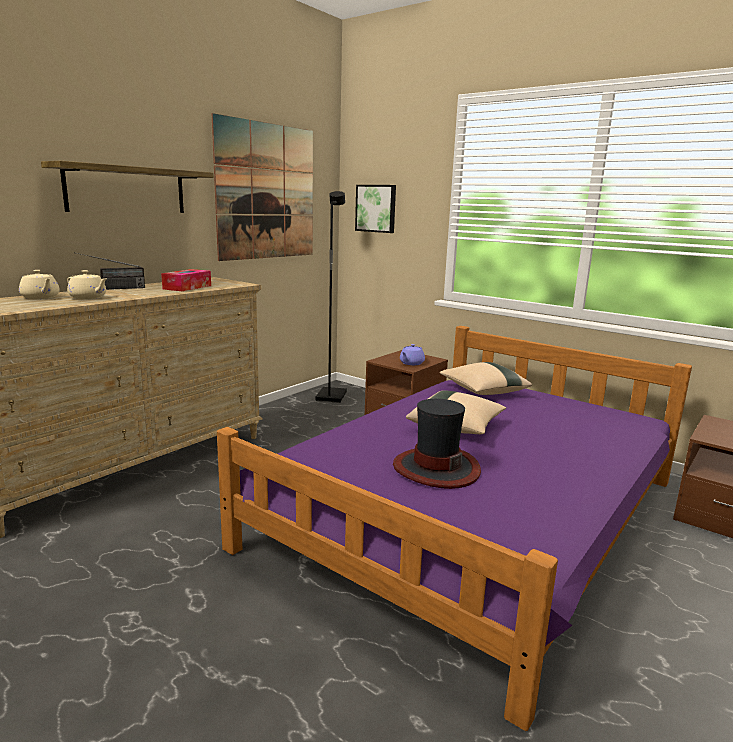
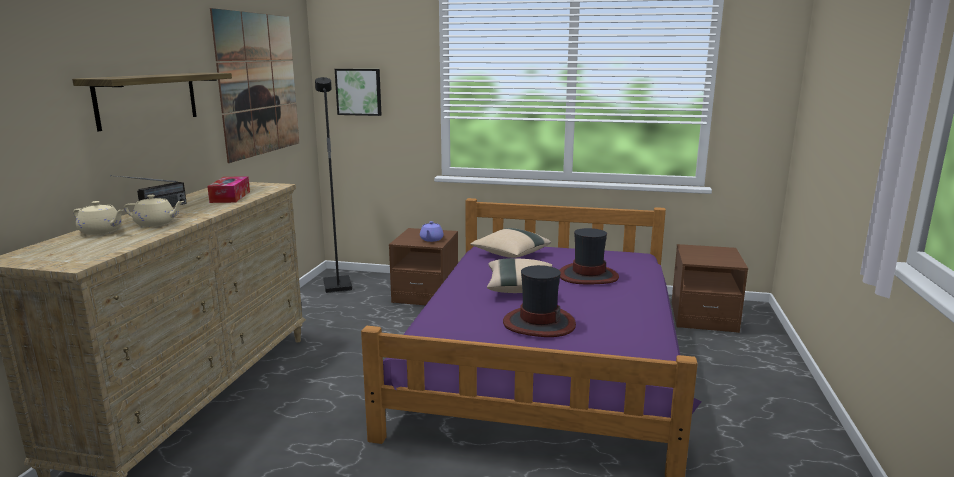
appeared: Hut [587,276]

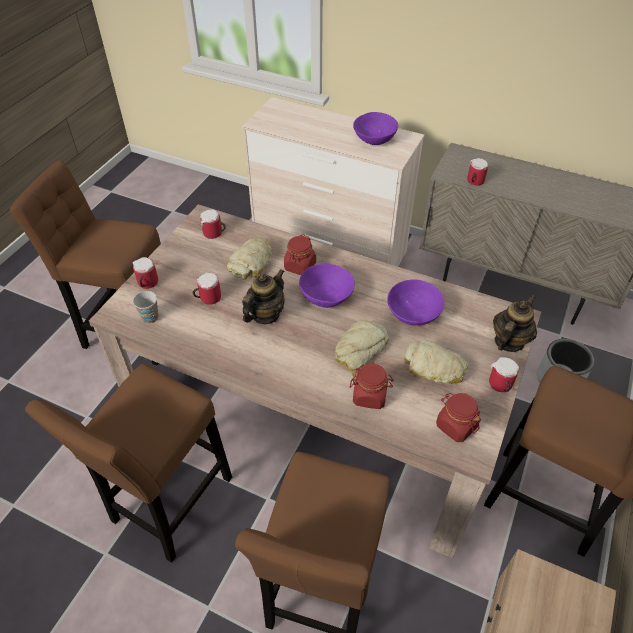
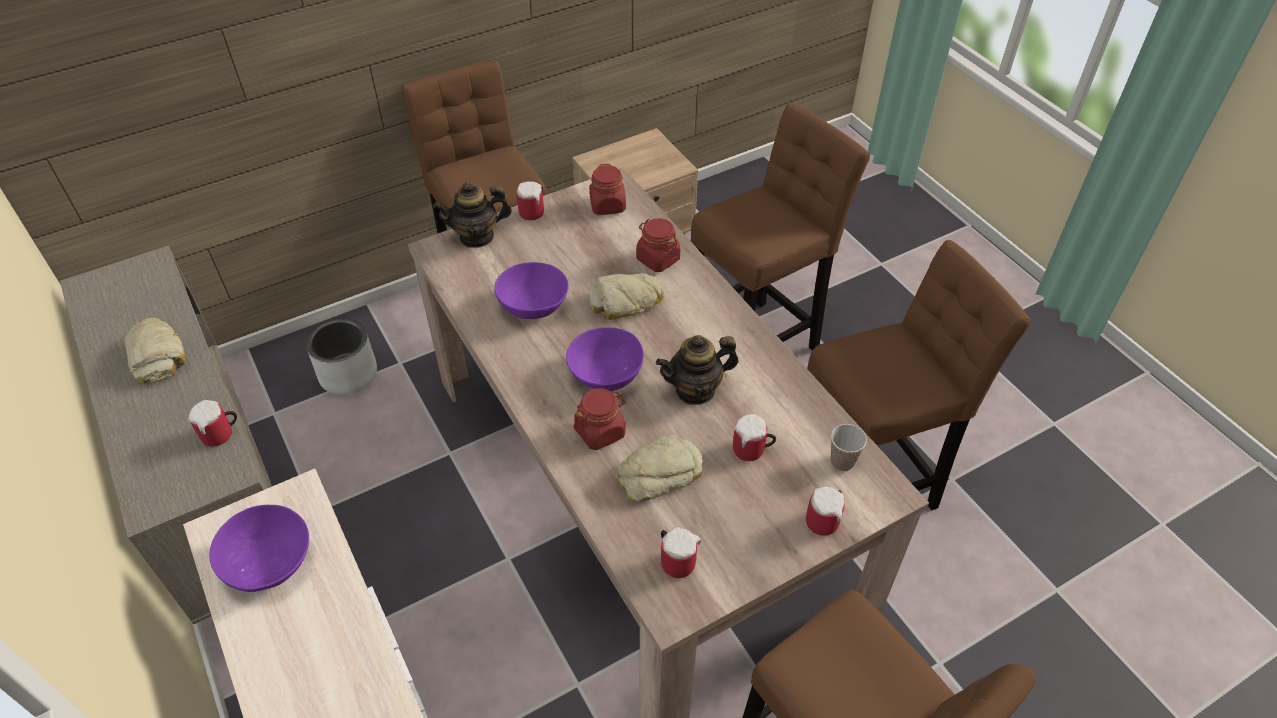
relocated: Brot [434,367] to [157,356]

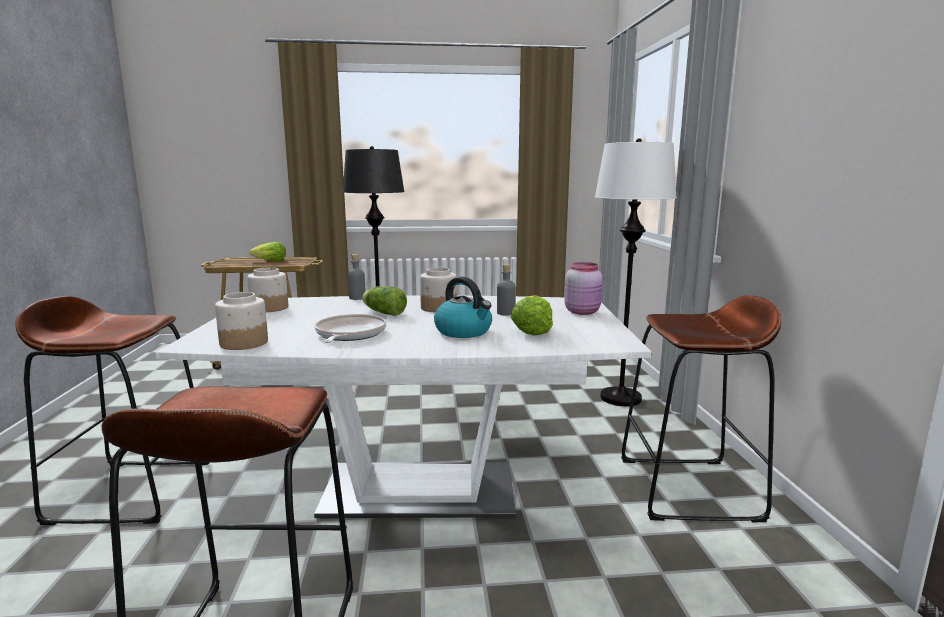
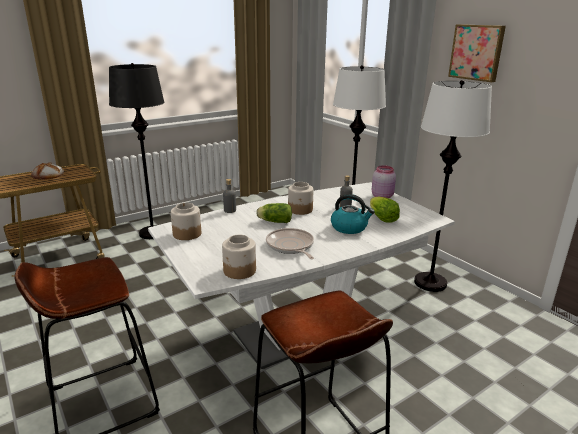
appeared: Bild [477,52]
exchanged: Salatkopf [270,261] to Brot [48,175]; Hocker/braun [688,489] to Stehlampe/weiß [430,283]

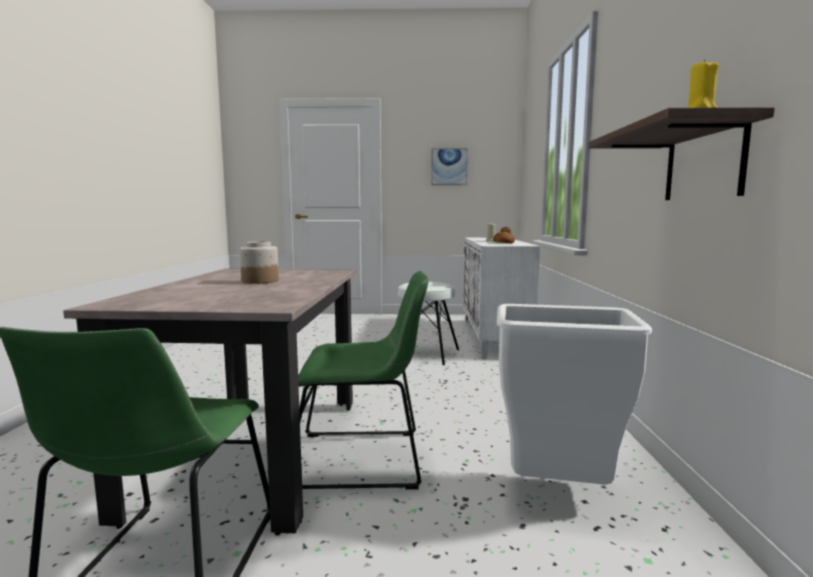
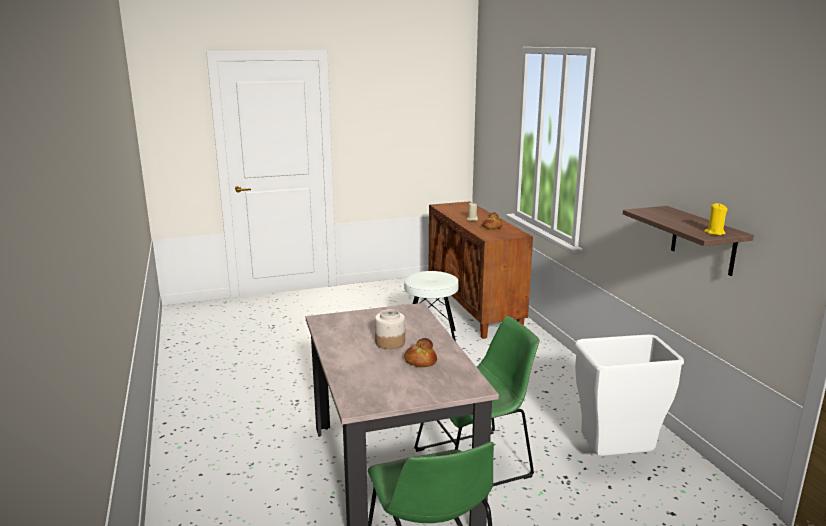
missing: Bild [449,167]
appeared: Brot [420,361]
colour: Schrank/weiß [494,338] to Schrank/braun [474,309]

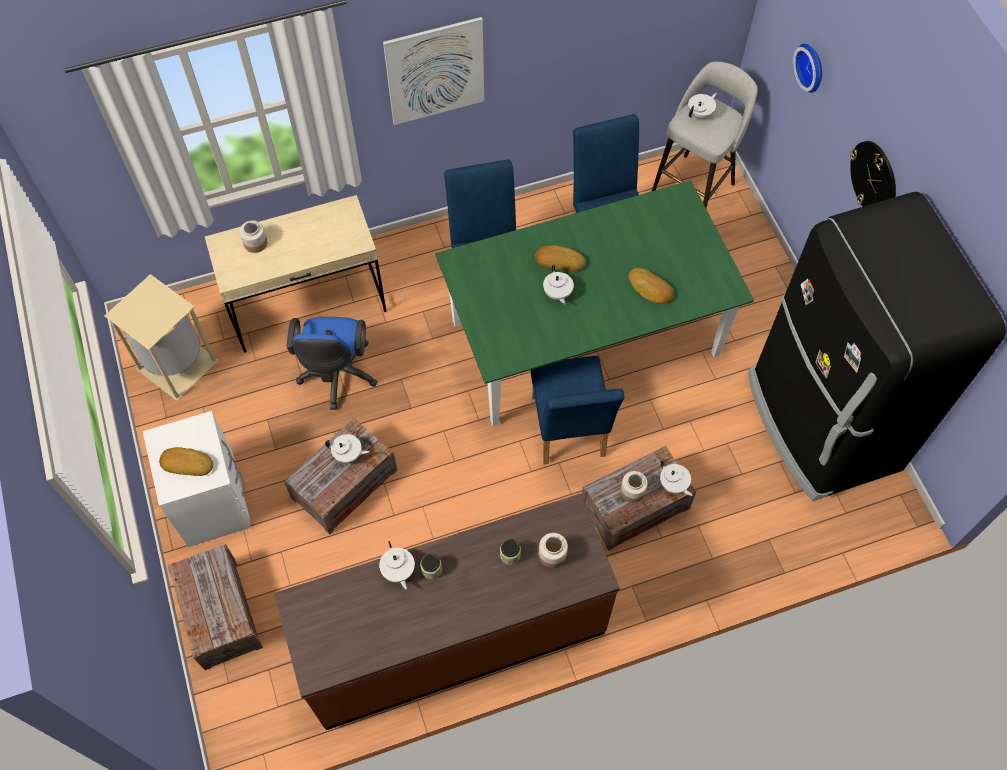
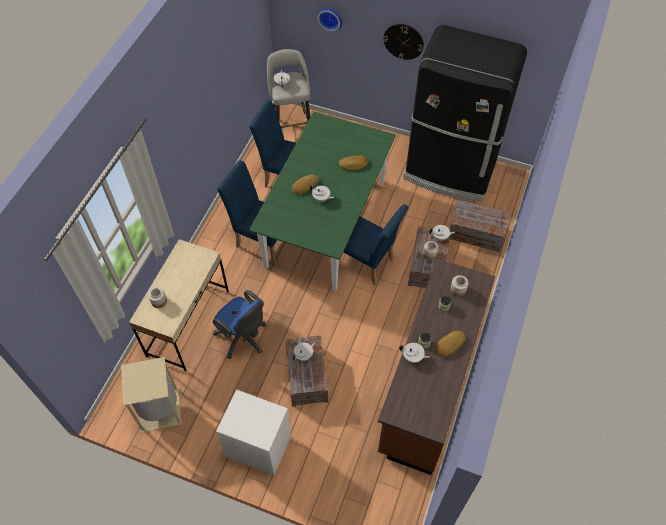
missing: Bild [435,71]
relocated: Brot [187,462] to [449,344]; Kiste [220,613] to [476,233]

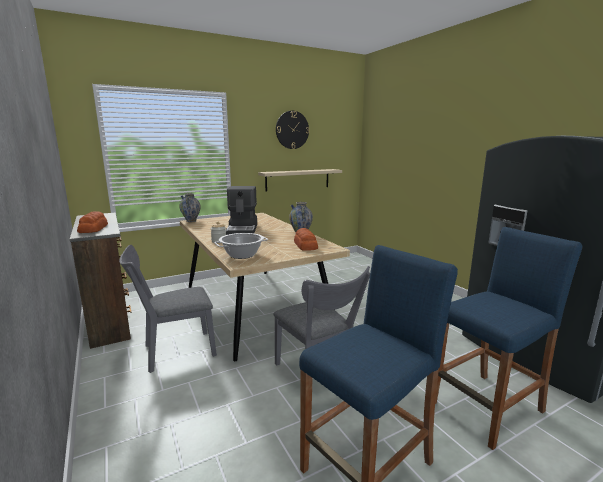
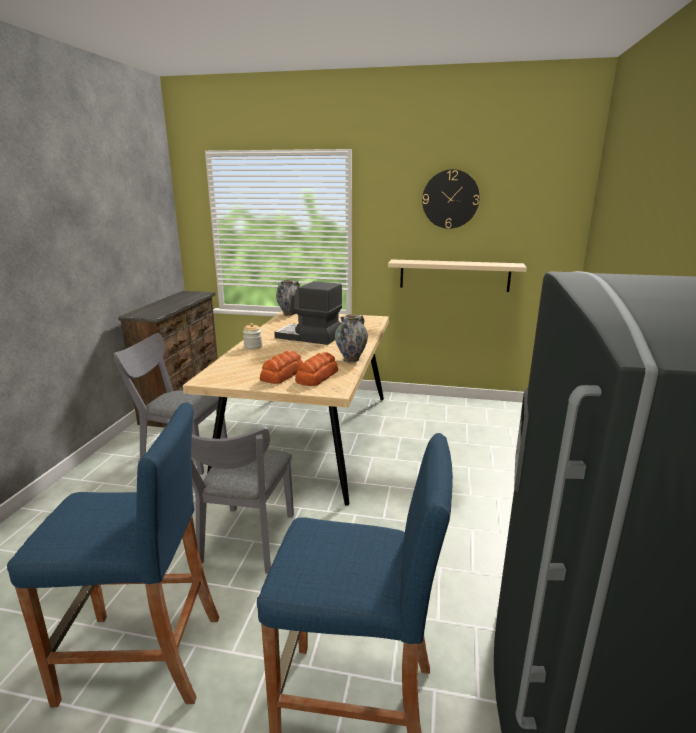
missing: Kochtopf [242,255]
relocated: Brot [94,228] to [283,374]
spun: Kaffeemaschine [243,229] = [309,337] 75 degrees clockwise

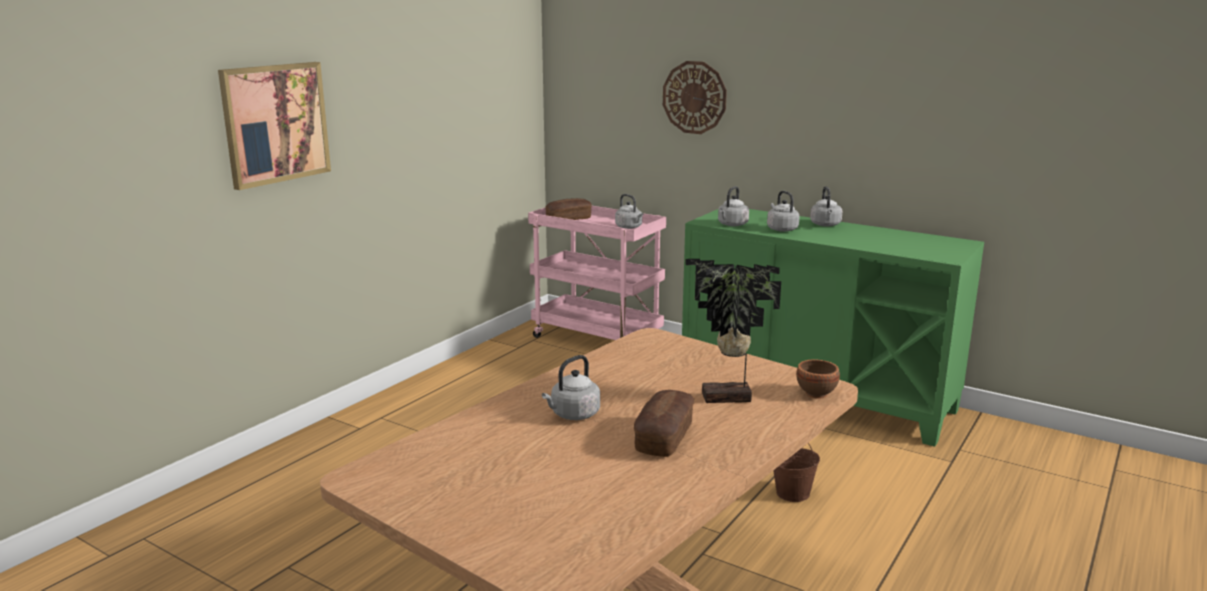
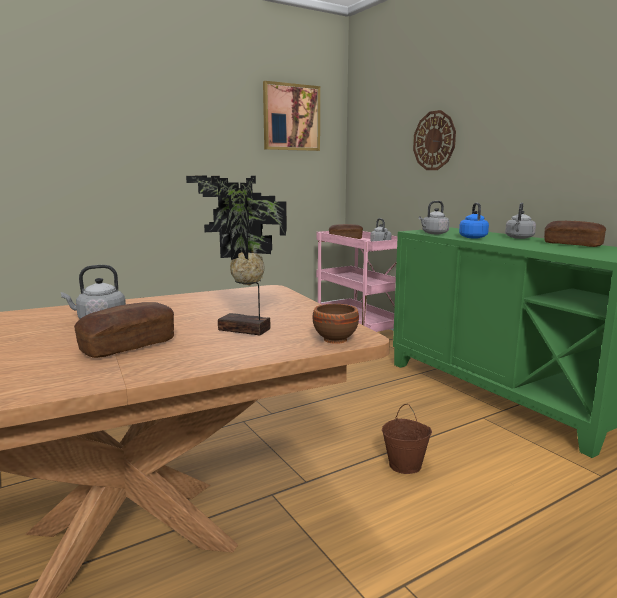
appeared: Brot [572,244]
relocated: Bild [275,123] to [291,117]
colour: Wasserkessel/grau [781,229] to Wasserkessel/blau [472,237]

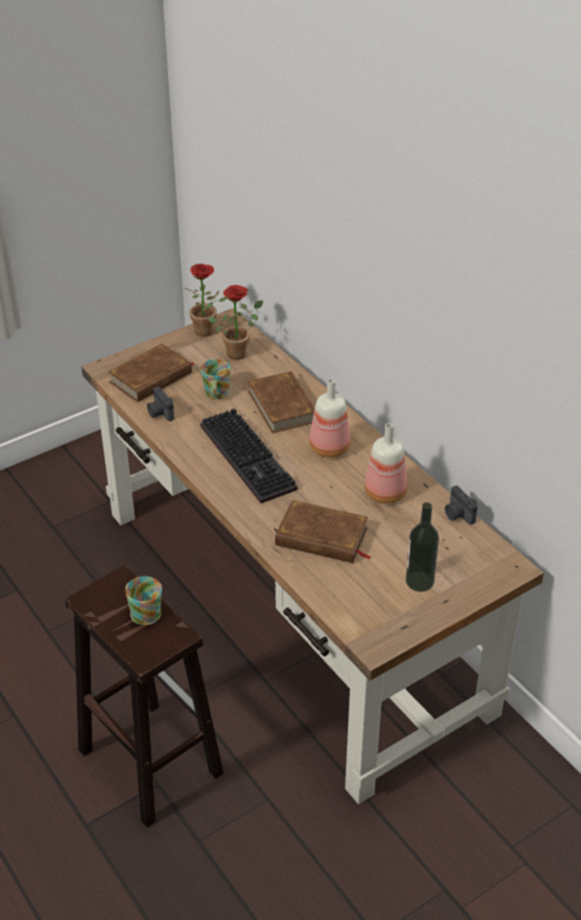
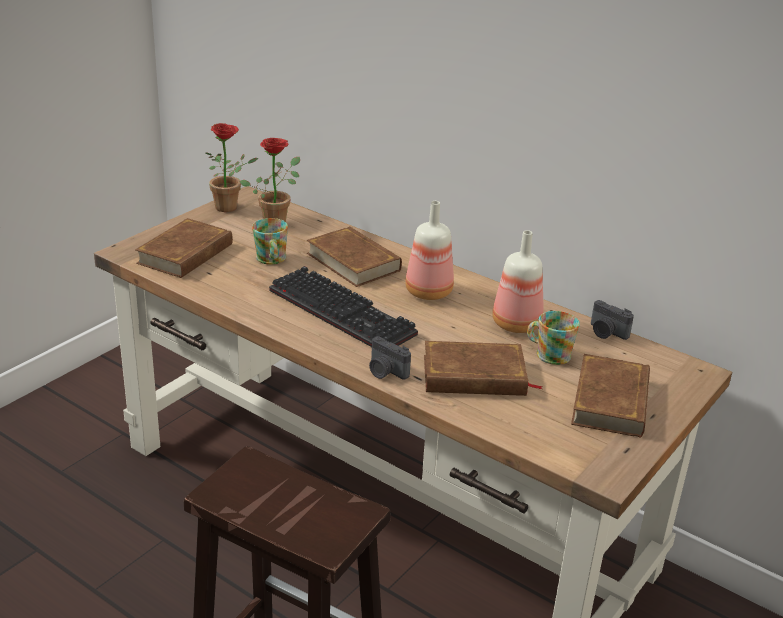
relocated: Kamera [159,413] to [385,372]; Henkelbecher [143,611] to [548,354]
exchanged: Flasche [419,581] to Buch/braun [611,401]

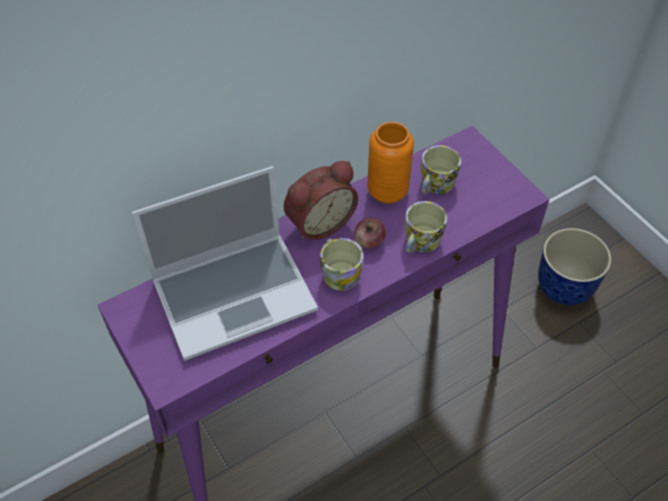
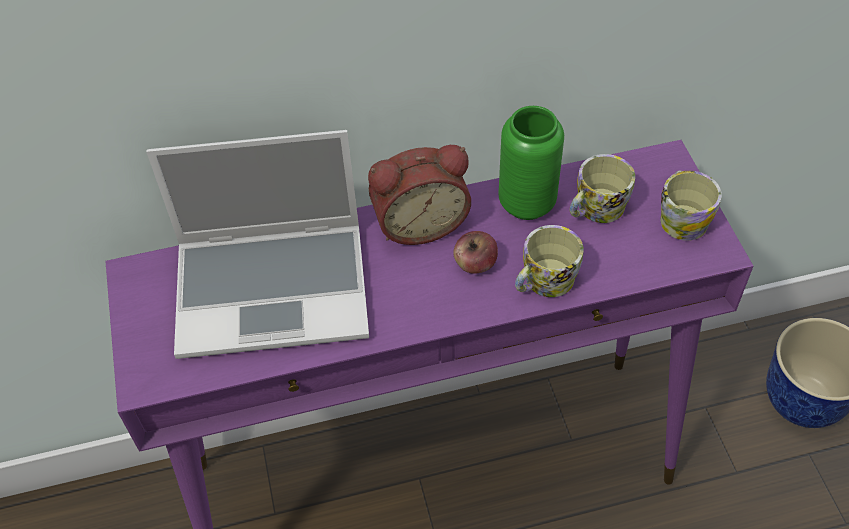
relocated: Henkelbecher [339,272] to [681,217]
colour: Vase/orange [387,192] to Vase/grün [527,203]

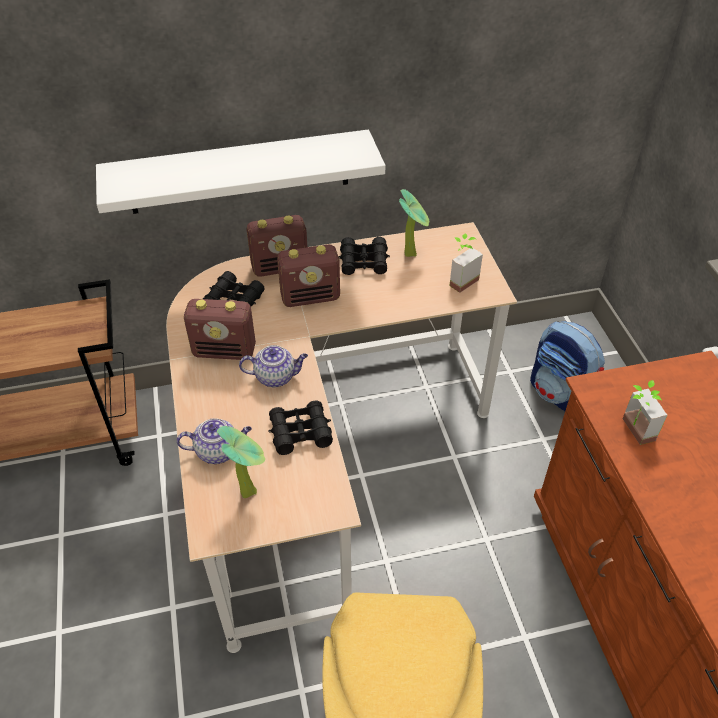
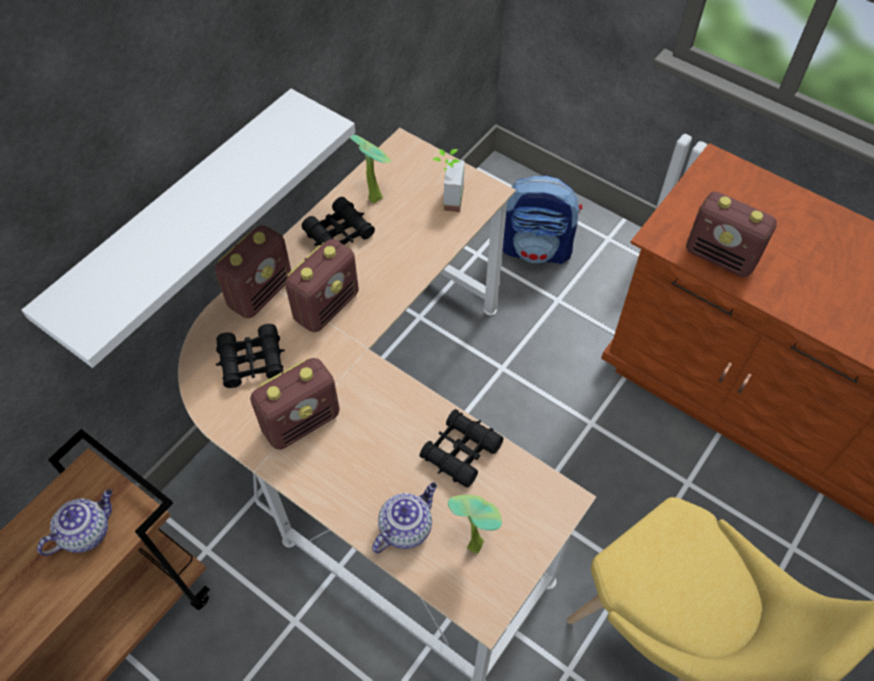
relocated: Teekanne [276,377] to [87,531]
exchanged: Topfpflanze [632,431] to Radio [721,257]

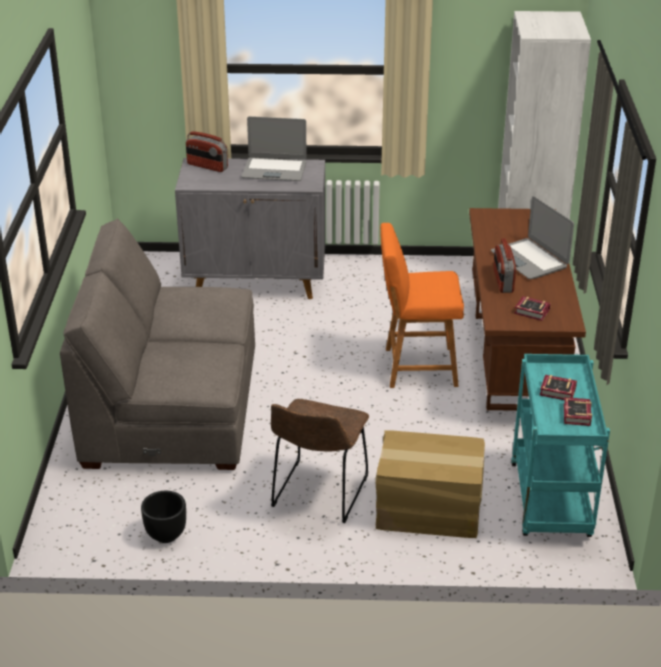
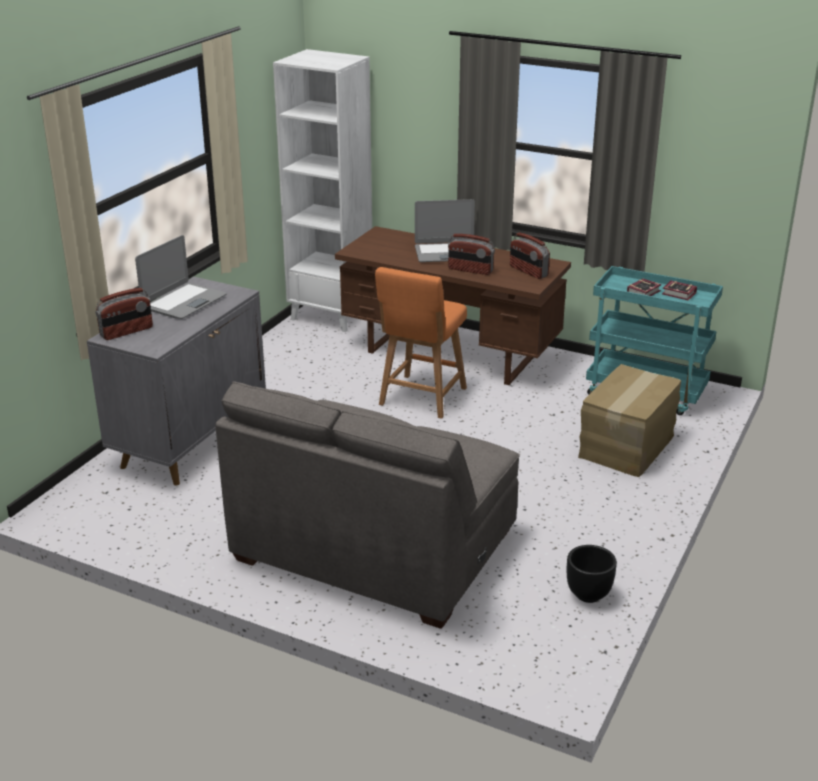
missing: Stuhl/braun [318,495]
exchanged: Buch [533,312] to Radio [528,271]

